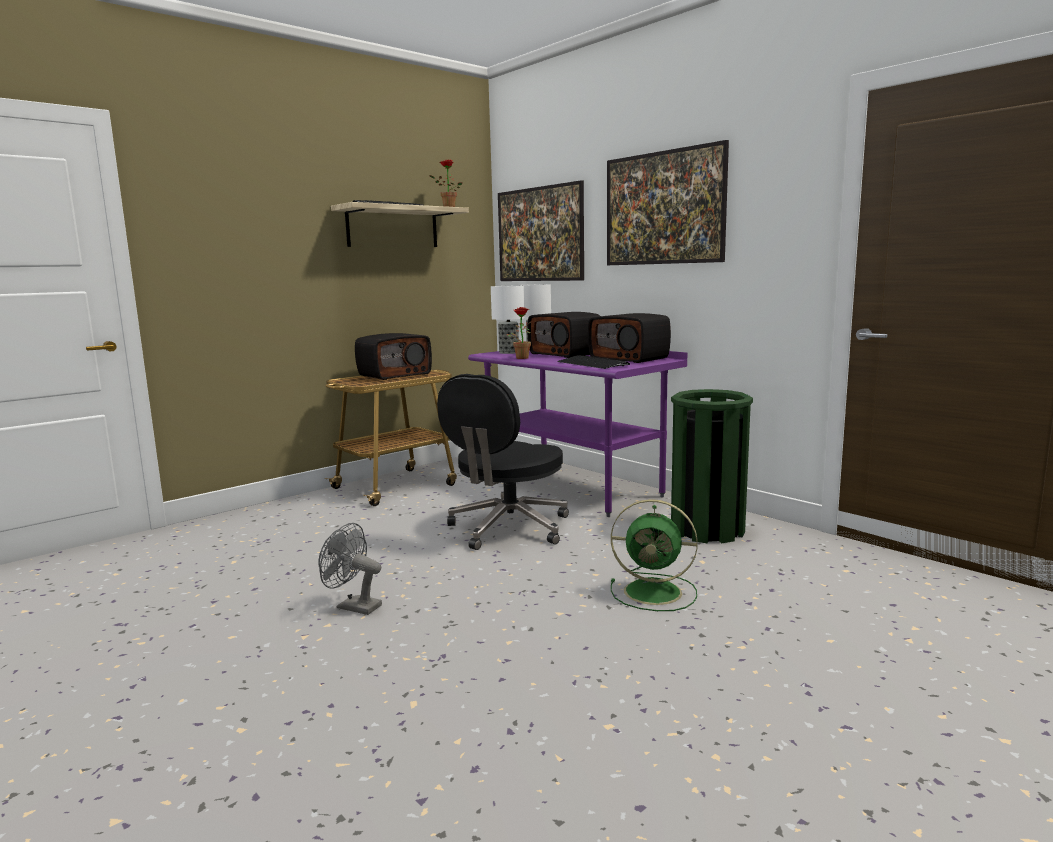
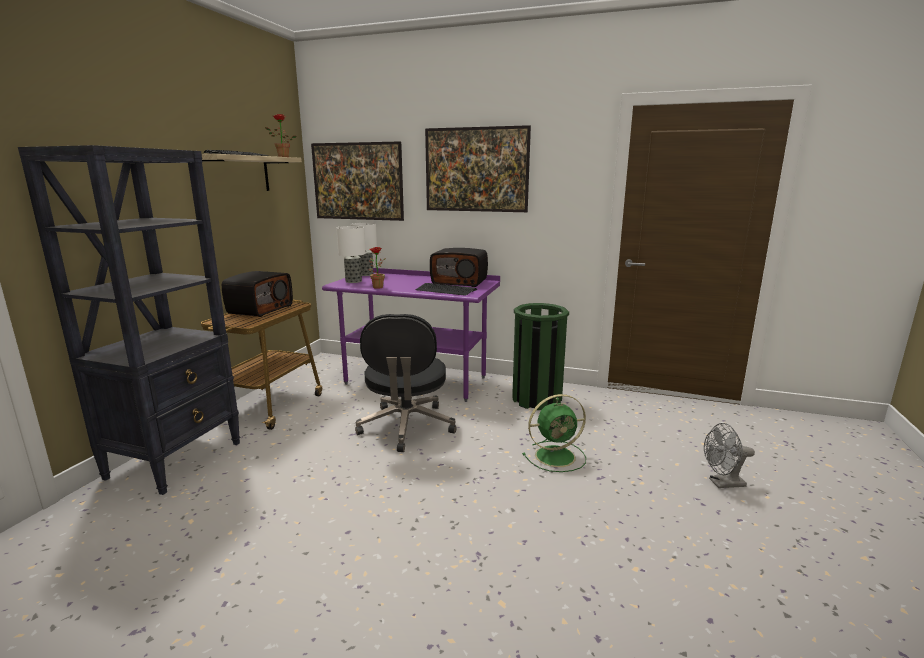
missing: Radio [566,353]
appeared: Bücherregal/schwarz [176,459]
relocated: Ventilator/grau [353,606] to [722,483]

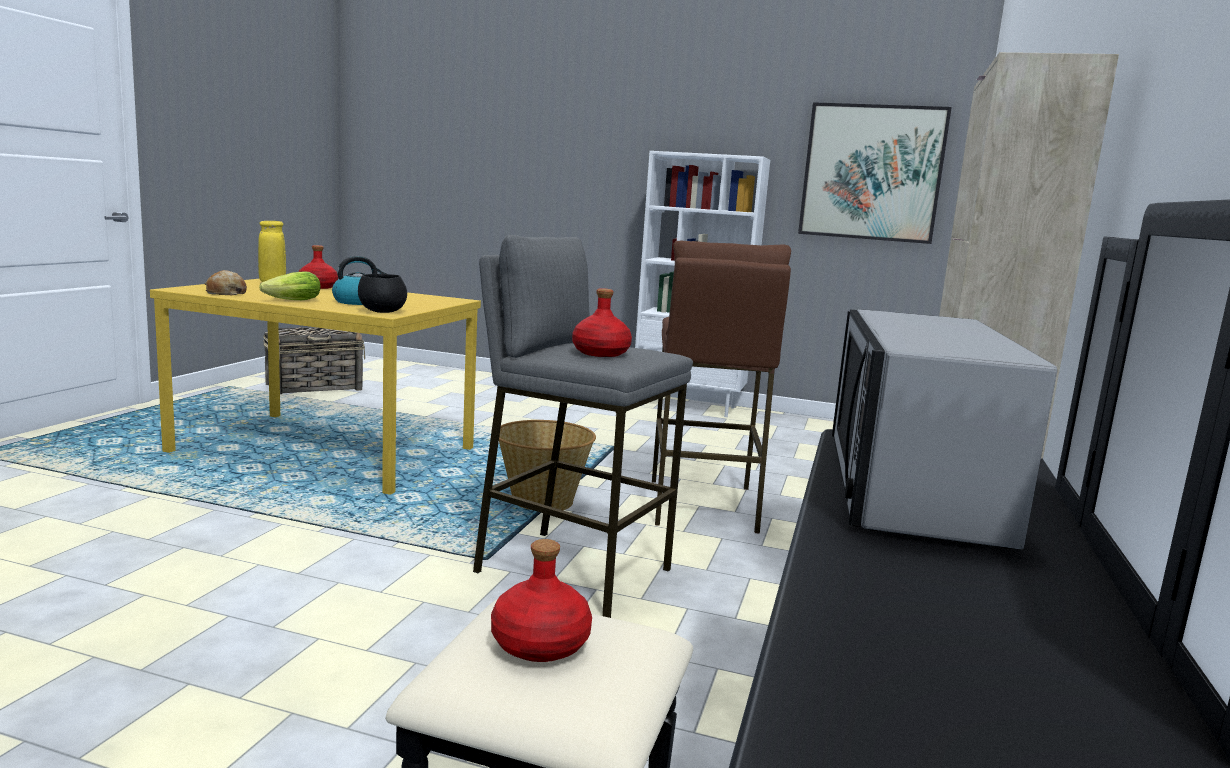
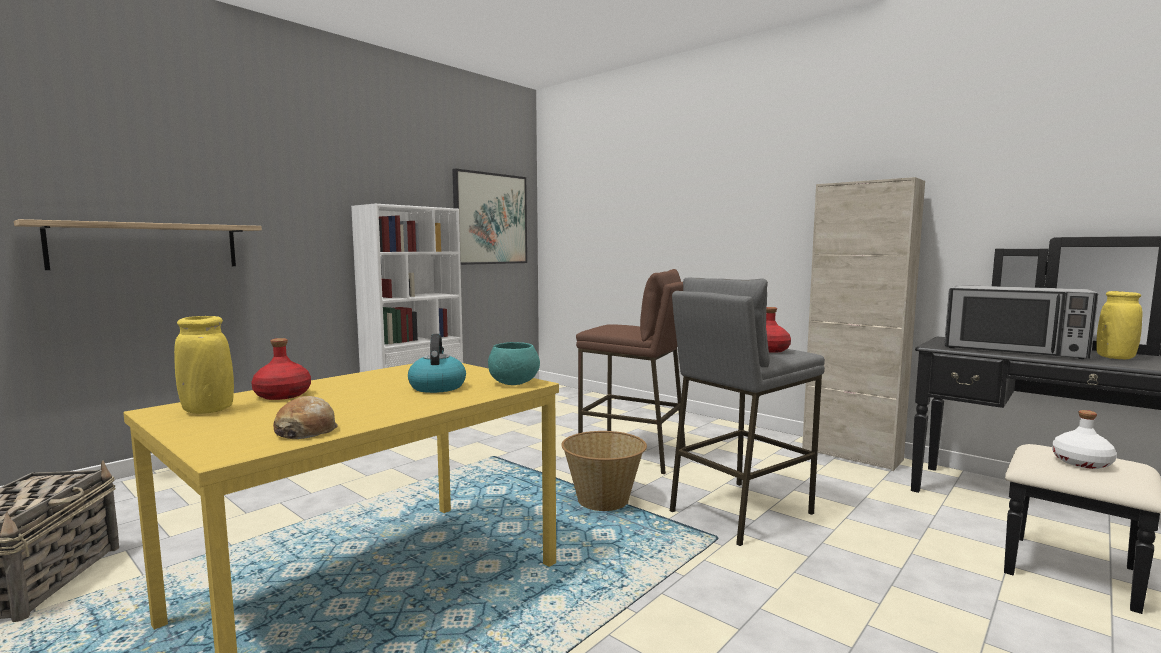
missing: Salatkopf [290,301]
appeared: Wandregal [147,246]; Vase/gelb [1115,358]
colour: Schüssel/schwarz [382,311] to Schüssel/türkis [513,383]; Flasche/rot [540,643] to Flasche/weiß [1081,462]

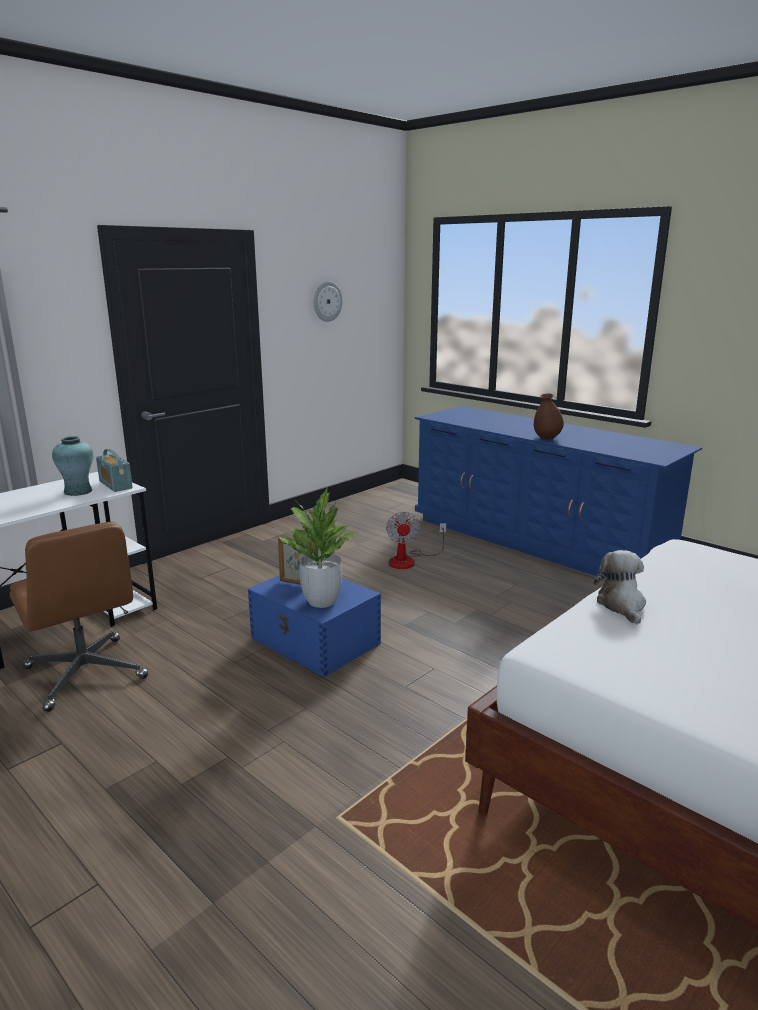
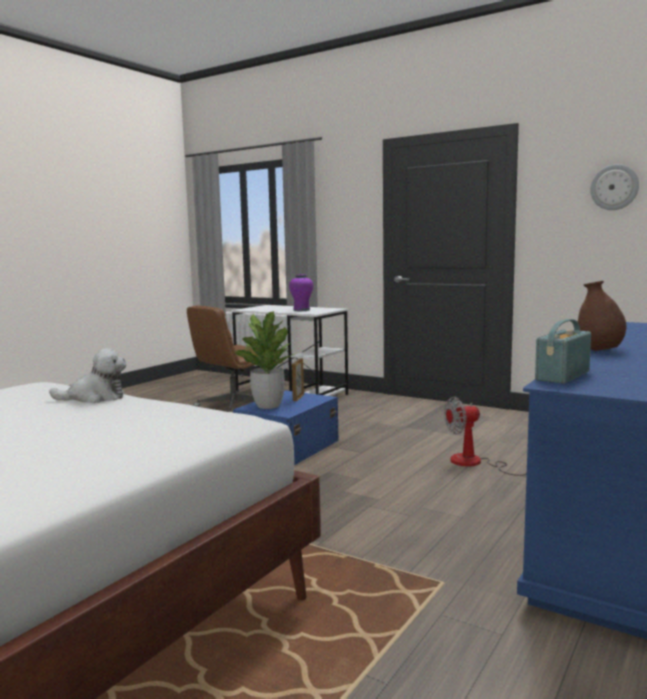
relocated: Radio [115,485] to [562,376]
colour: Vase/türkis [78,491] to Vase/lila [301,310]

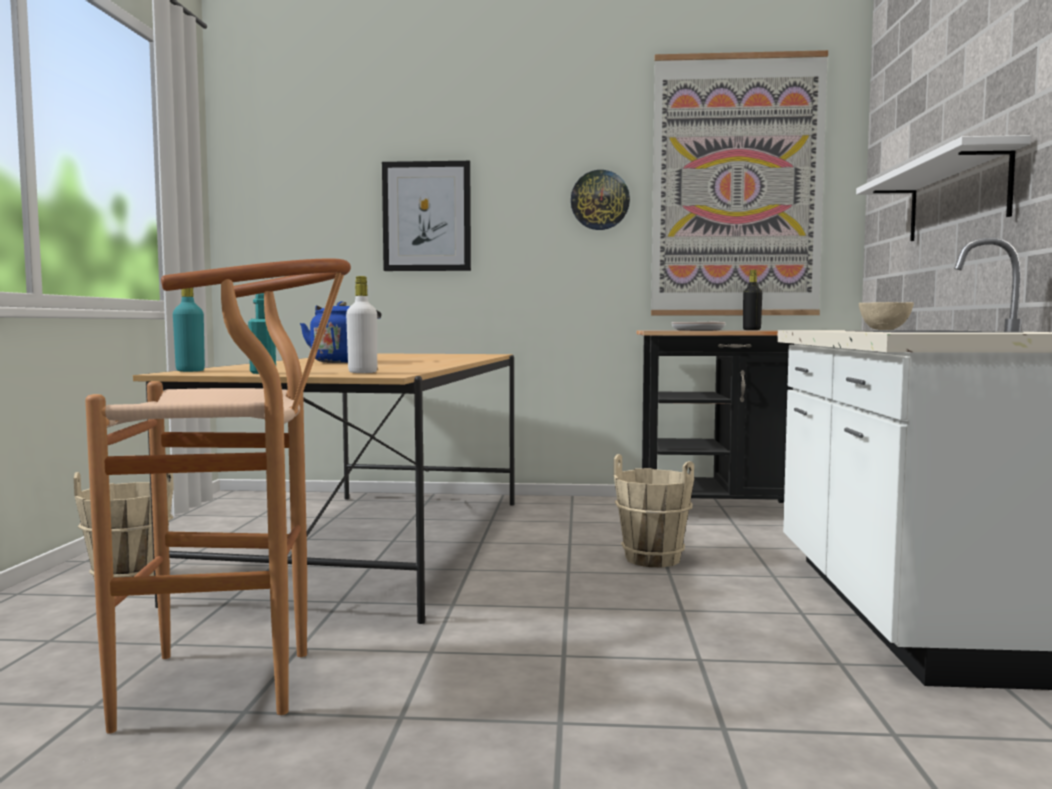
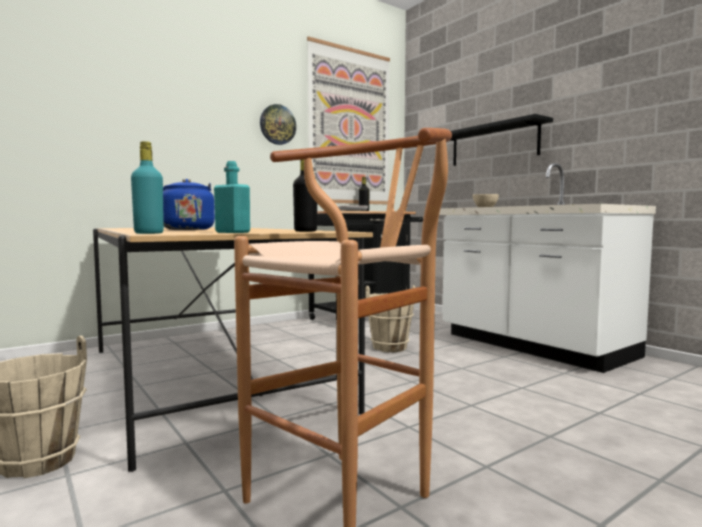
missing: Bild [427,216]
colour: Flasche/weiß [362,372] to Flasche/schwarz [305,231]; Wandregal/weiß [957,198] to Wandregal/schwarz [493,144]

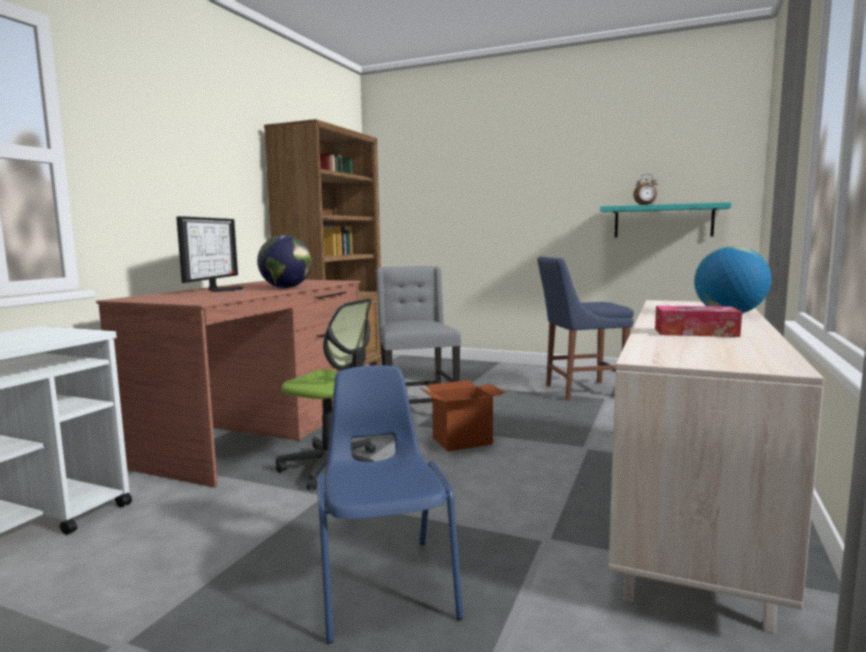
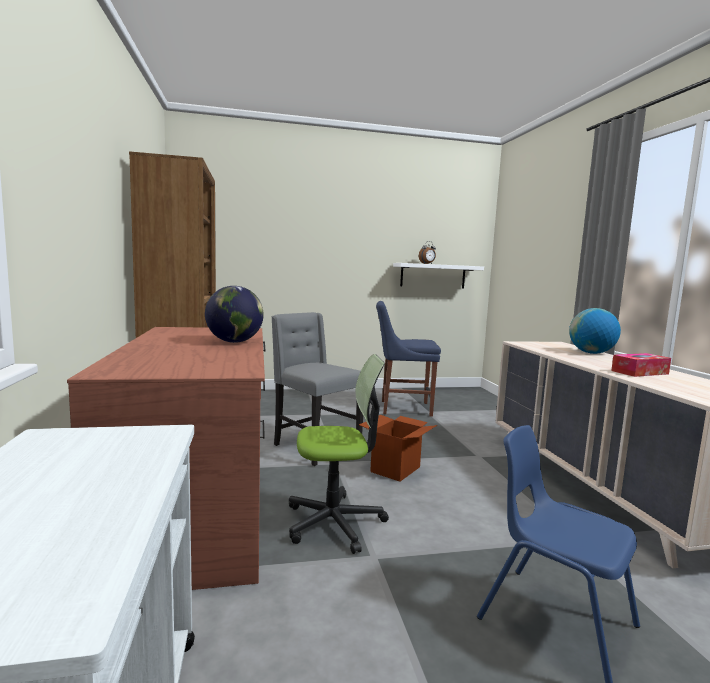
missing: Monitor [223,289]
colour: Wandregal/türkis [663,221] to Wandregal/weiß [433,276]
spun: Stuhl/blau [580,391] = [402,408] 45 degrees clockwise

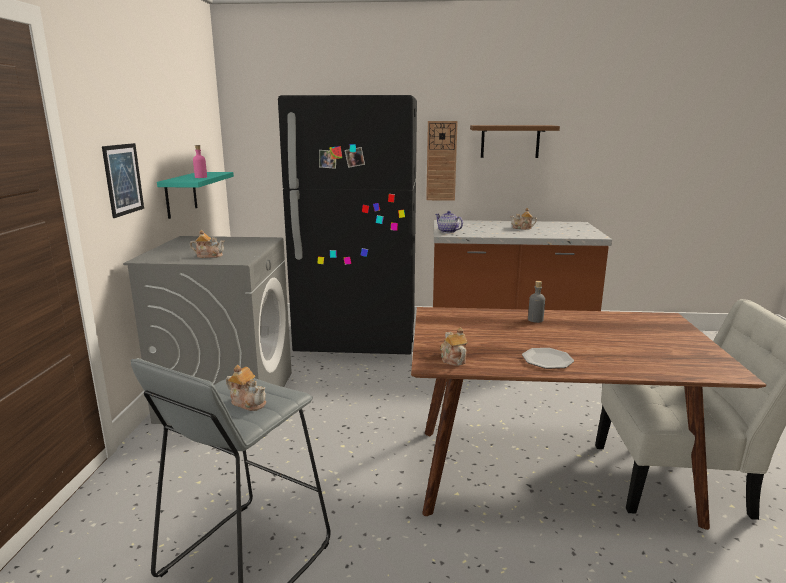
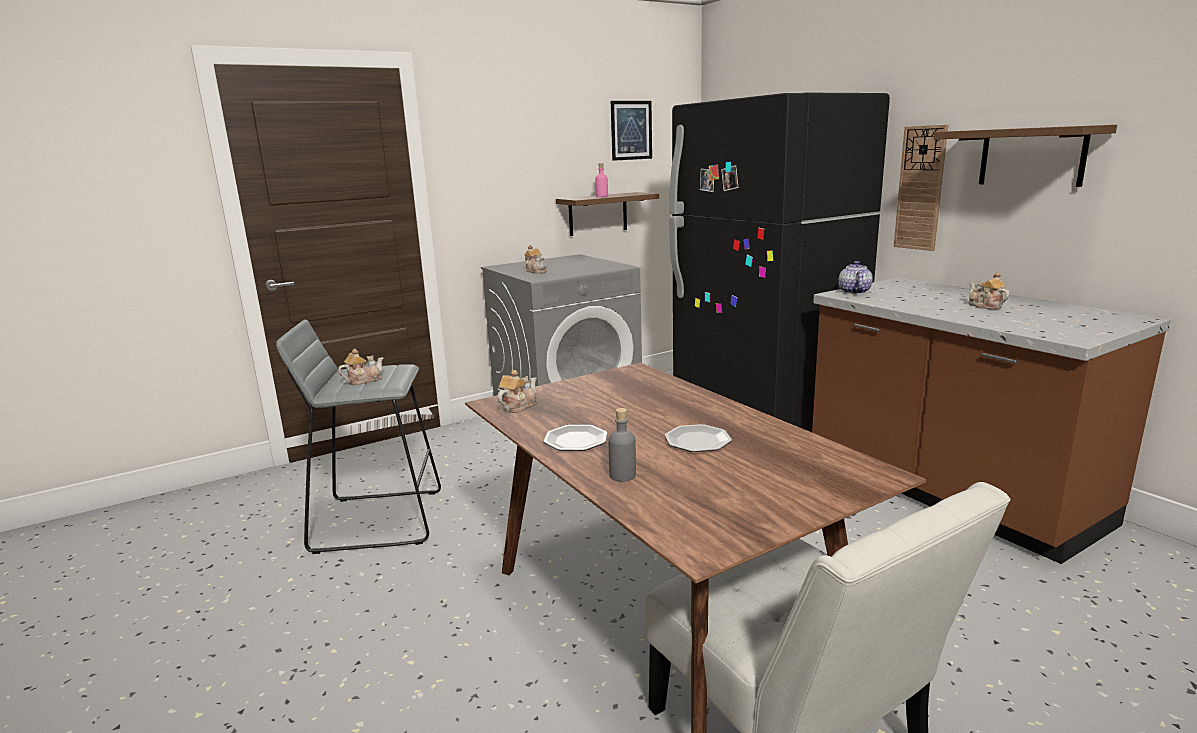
appeared: Teller [698,441]
relocated: Flasche/grau [535,320] to [622,475]; Bild [123,179] to [631,130]
colour: Wandregal/türkis [181,194] to Wandregal/braun [598,214]
spun: Teekanne [248,402] = [363,380] 120 degrees counterclockwise

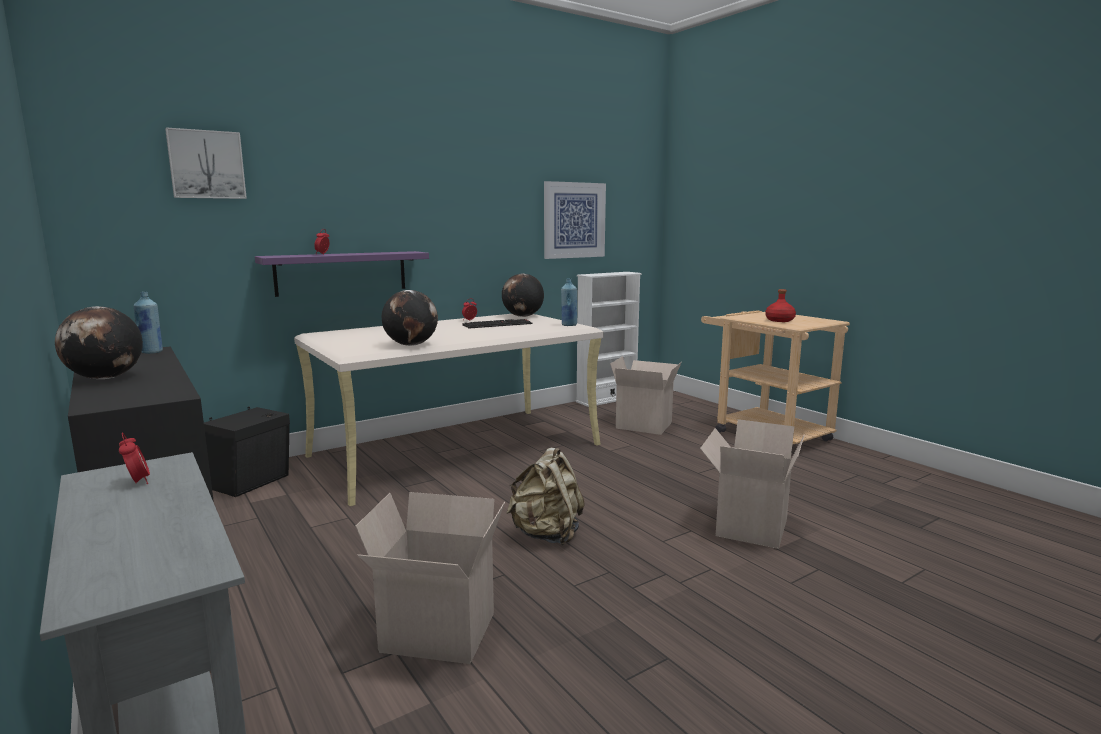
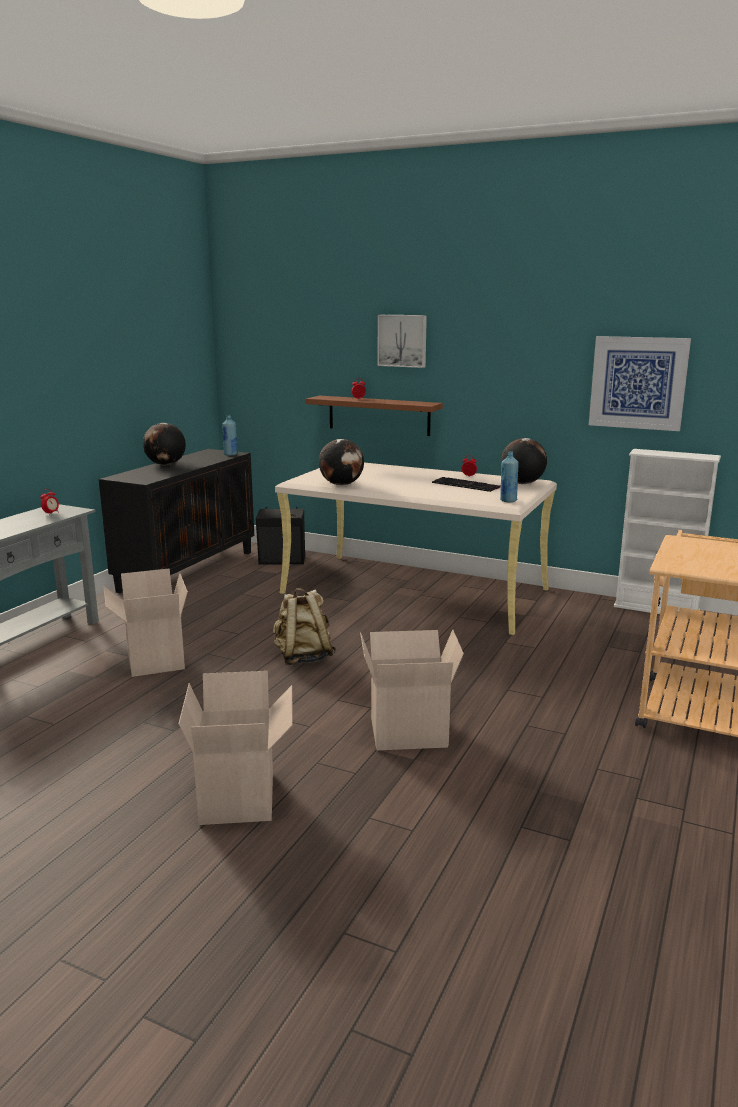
missing: Flasche/rot [780,320]
relocated: Karton [645,425] to [240,799]; Bild [206,164] to [402,340]
colour: Wandregal/lila [342,273] to Wandregal/braun [378,415]

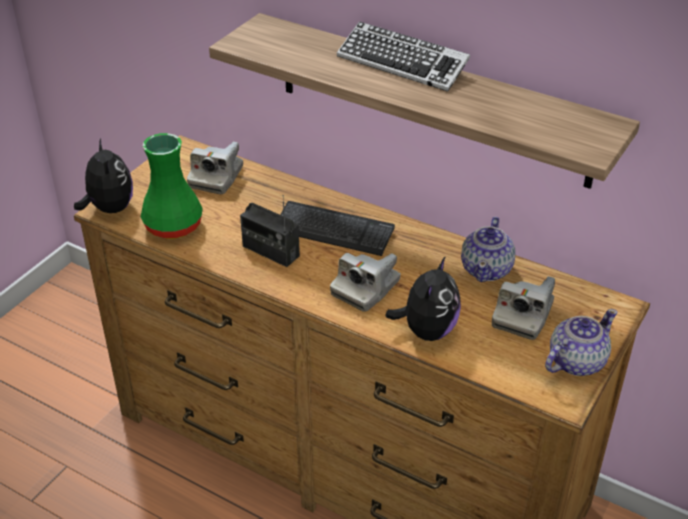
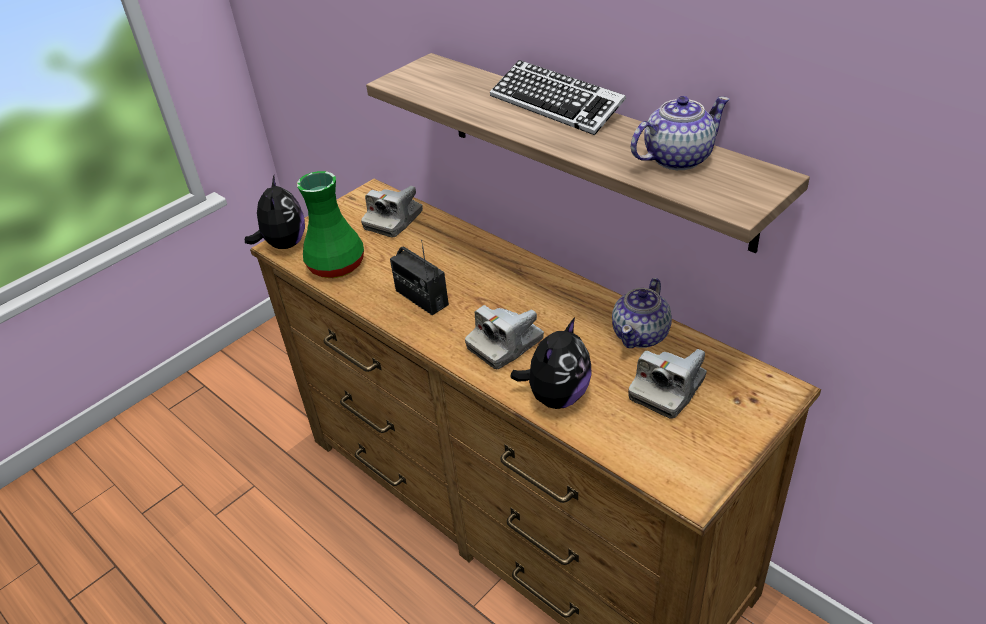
missing: Tastatur [333,230]
relocated: Teekanne [575,362] to [676,158]

